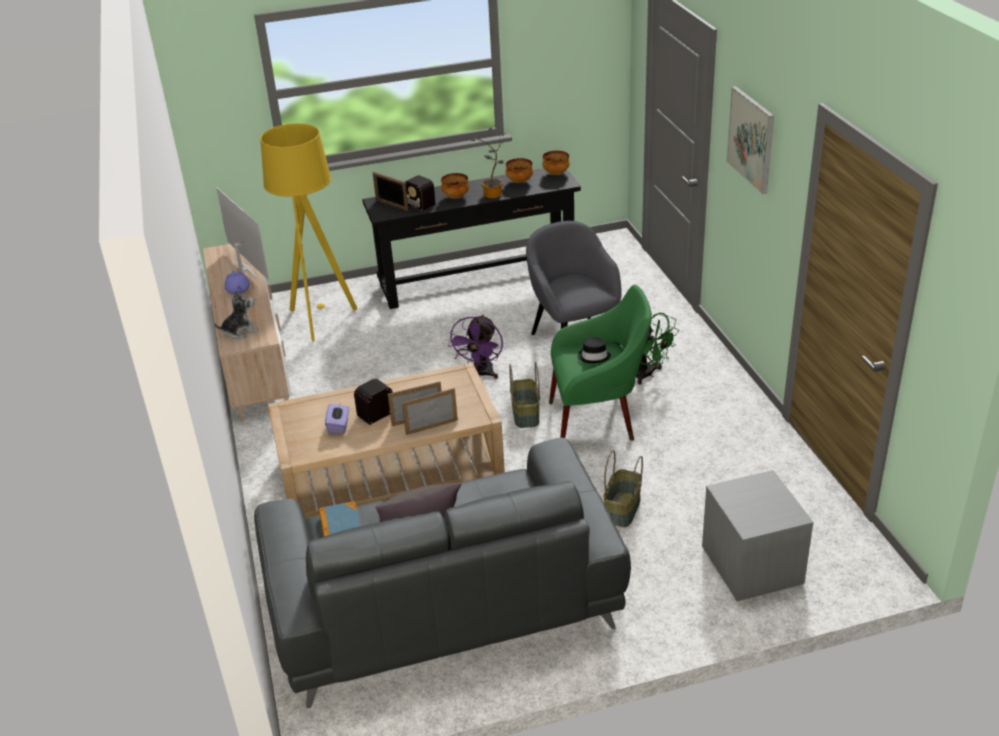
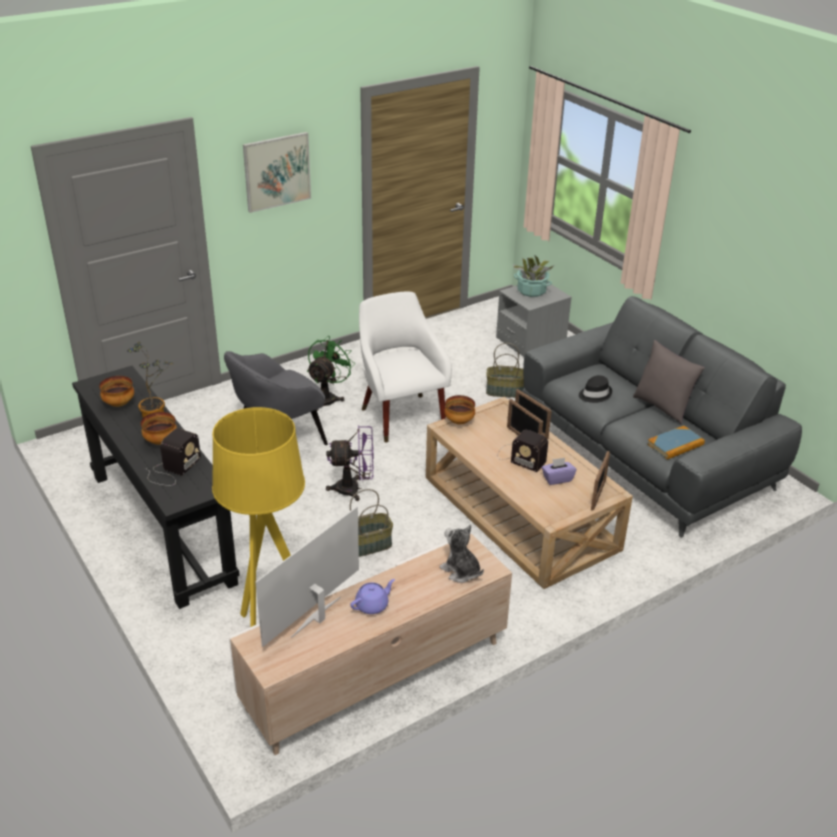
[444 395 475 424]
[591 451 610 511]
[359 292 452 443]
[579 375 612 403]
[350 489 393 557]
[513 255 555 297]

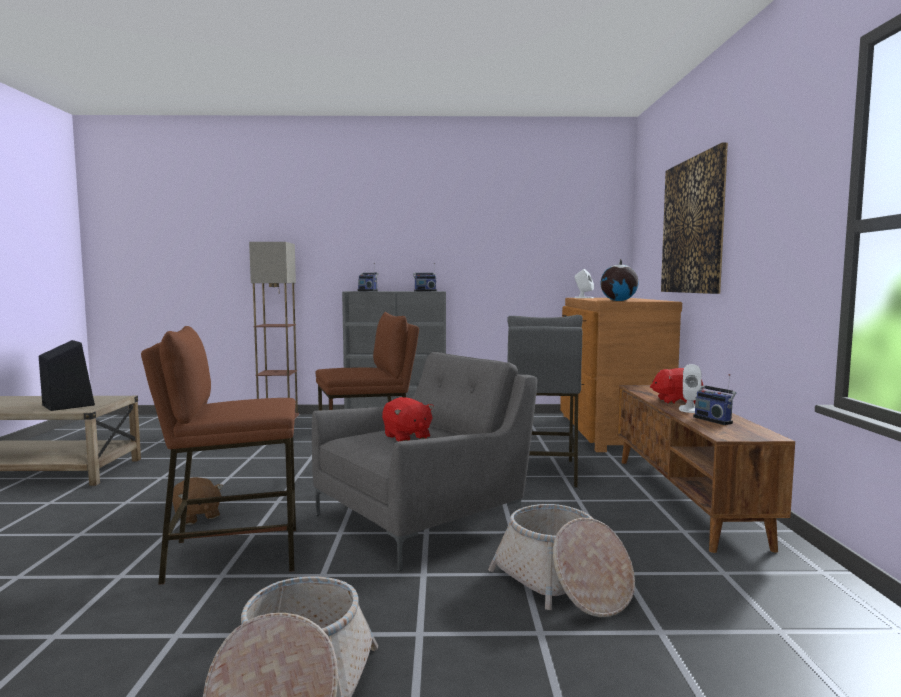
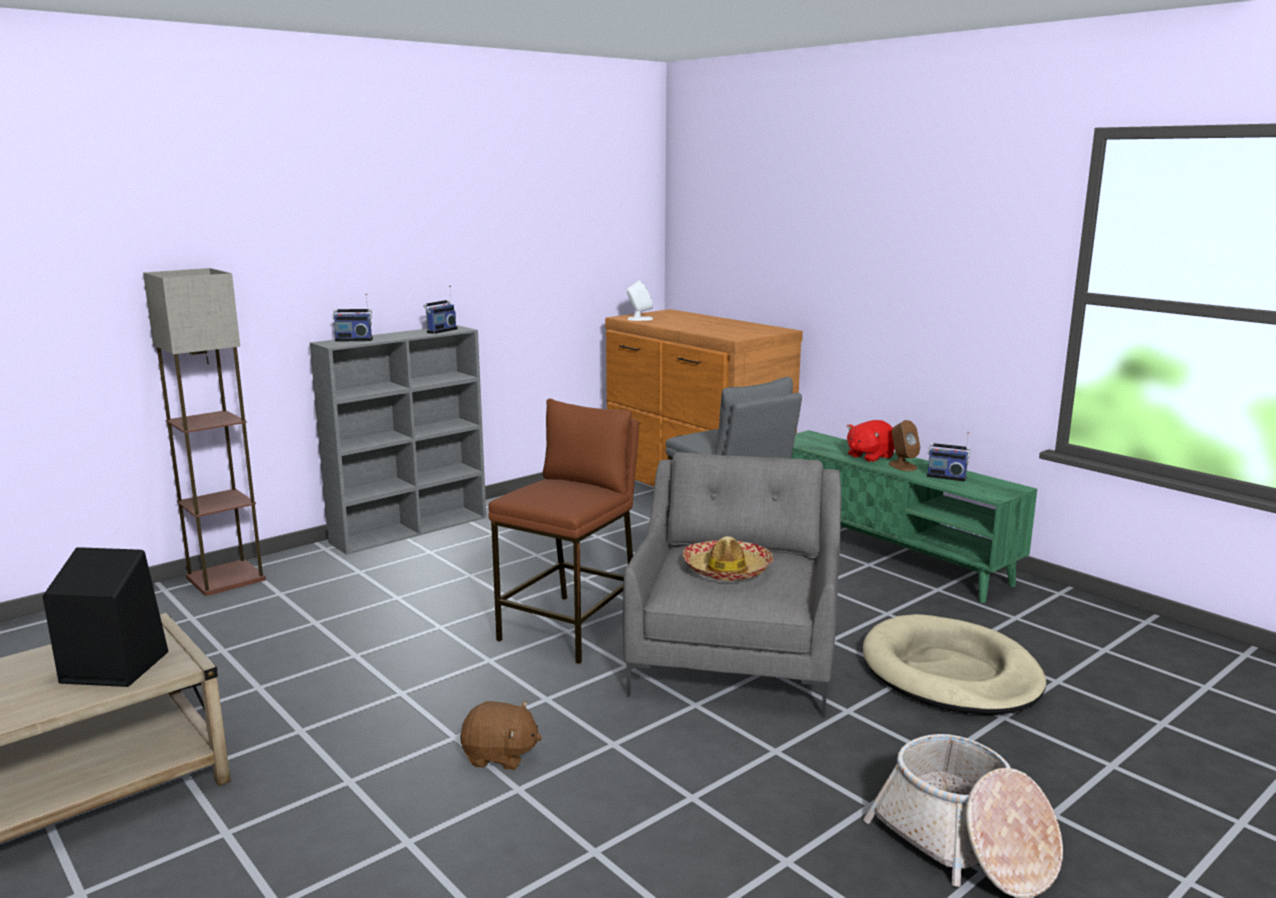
[661 142 728 294] (first image)
[601 259 638 301] (first image)
[141 326 296 585] (first image)
[889 420 920 471]
[791 430 1037 603]
[683 536 773 581]
[863 614 1046 715]

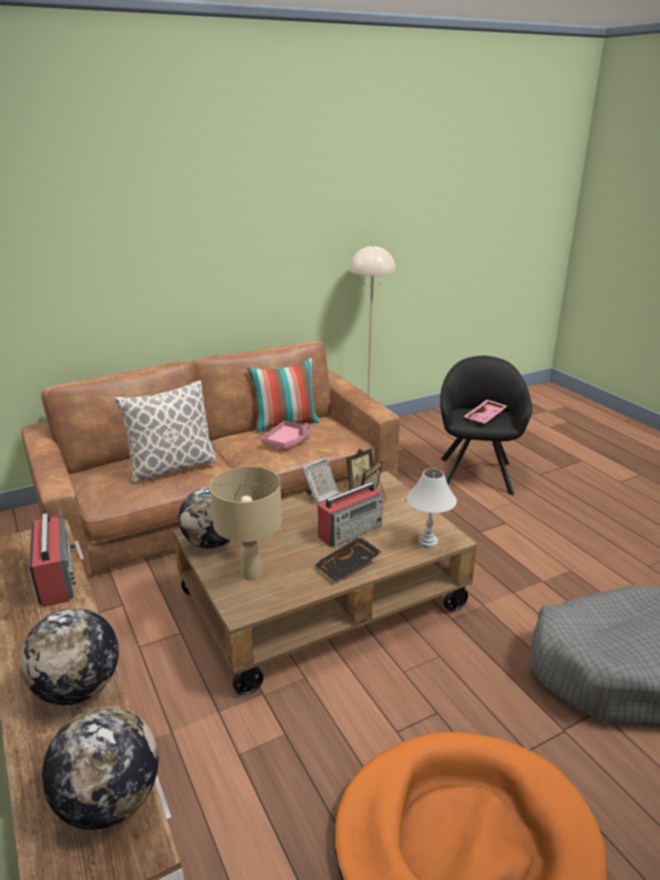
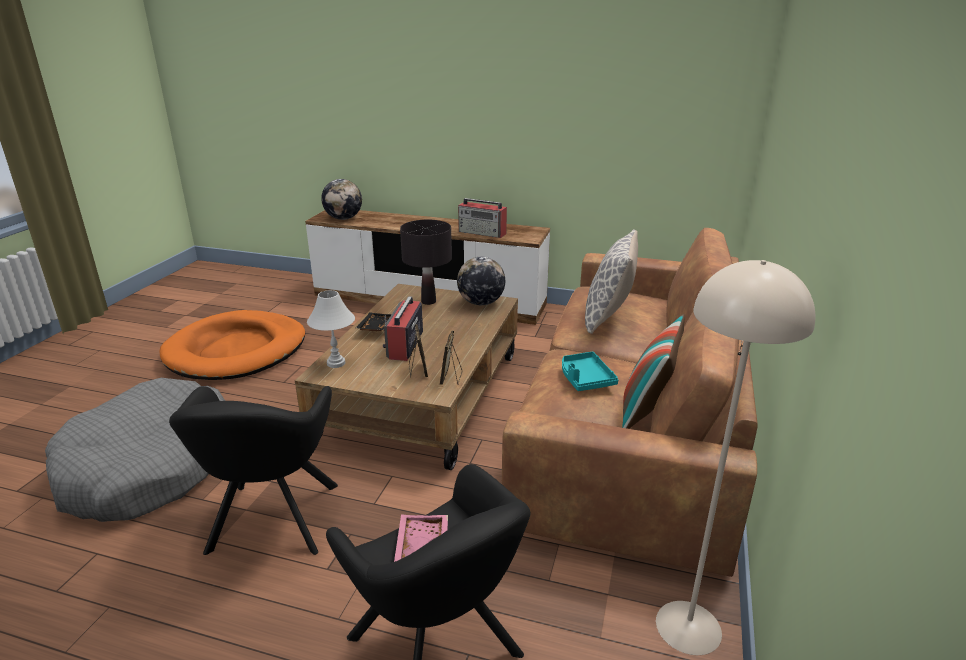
[562 352 619 391]
[302 458 339 504] (first image)
[400 220 452 305]
[20 608 119 705] (first image)
[169 386 338 555]

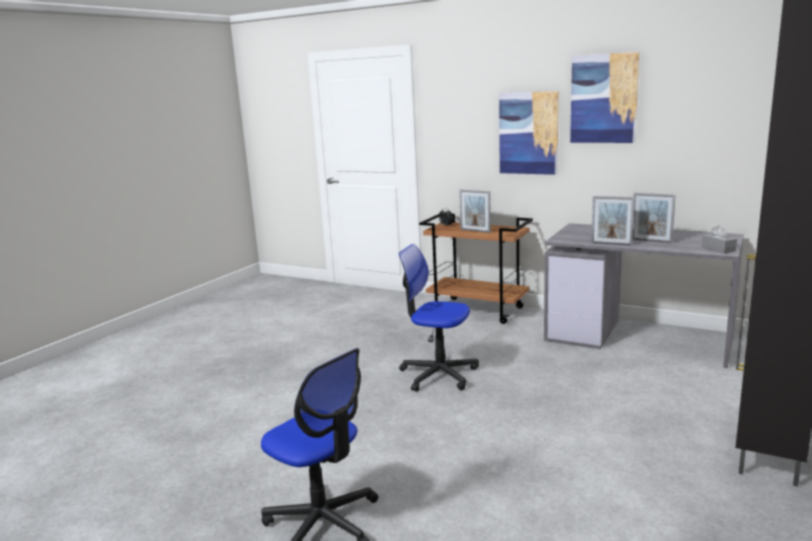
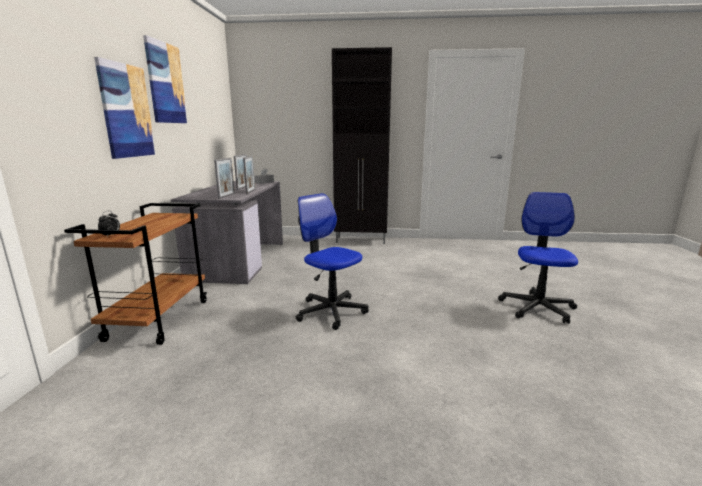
[214 158 235 199]
[295 193 369 330]

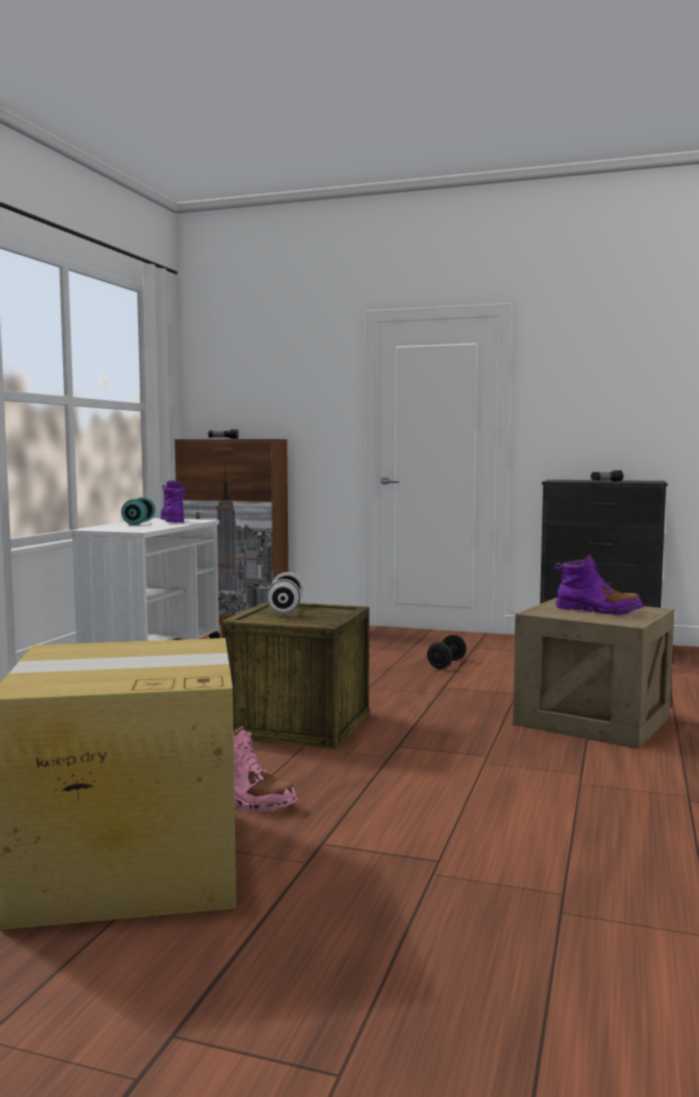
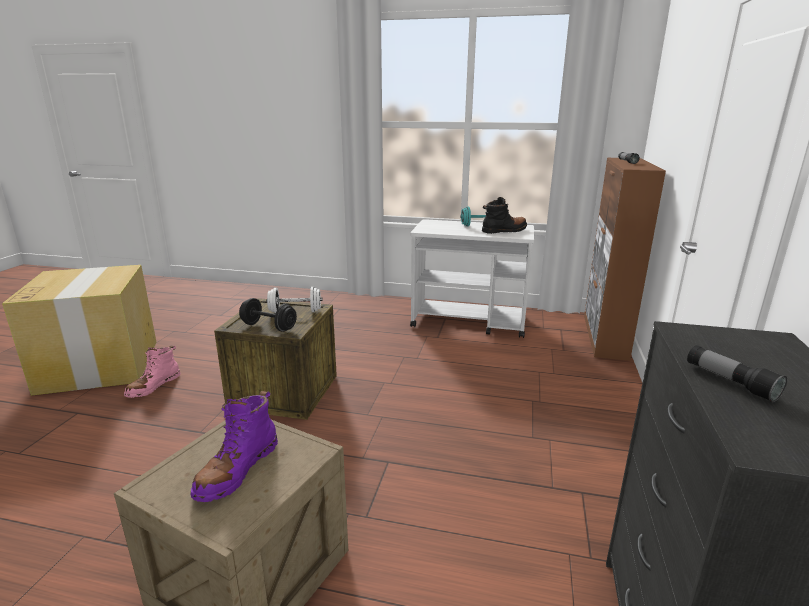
[482 197 527 234]
[239 298 297 332]

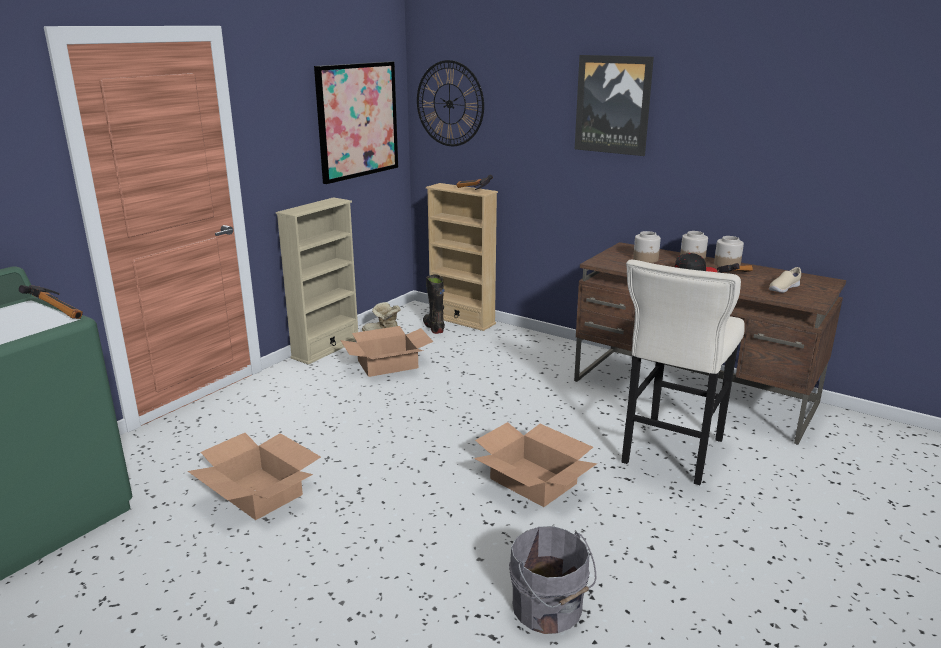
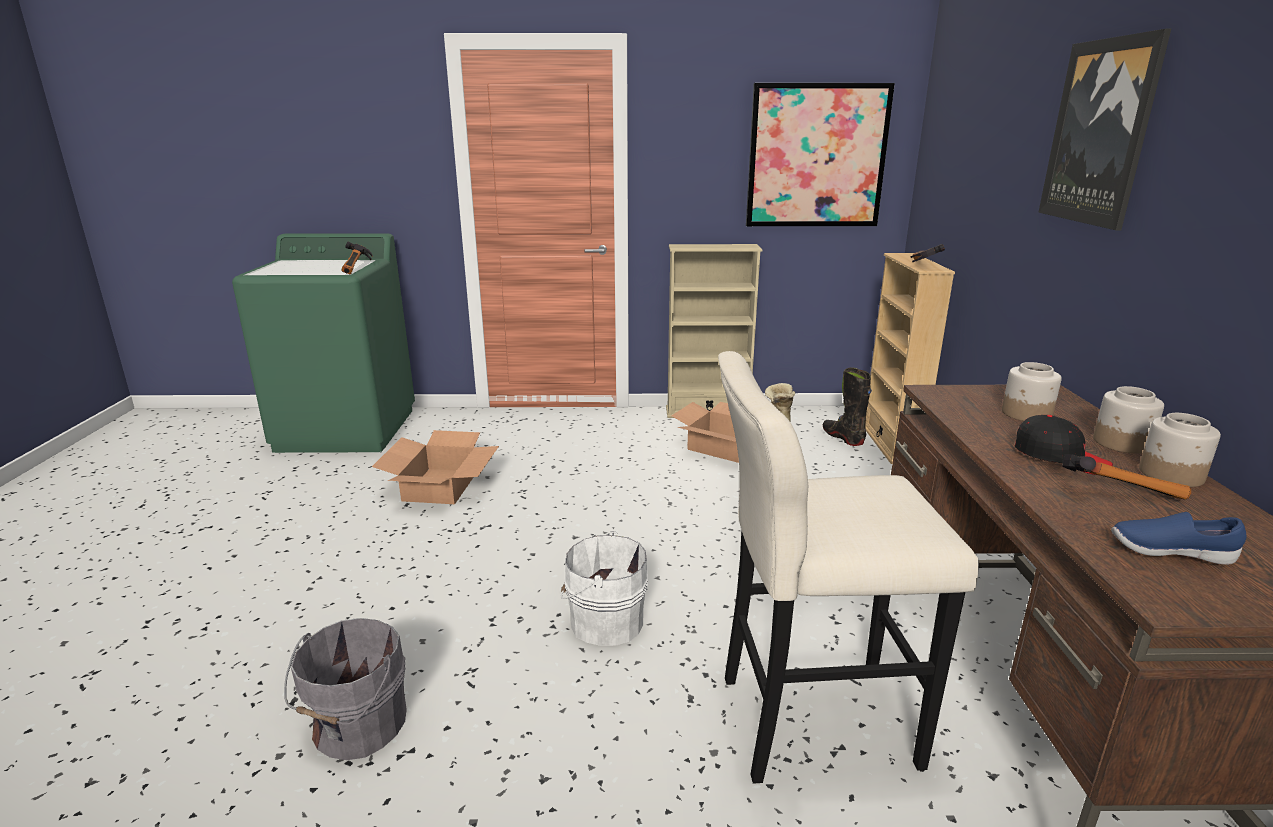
[417 60 484 146] (first image)
[1111 512 1247 565]
[823 367 872 446]
[561 531 648 646]

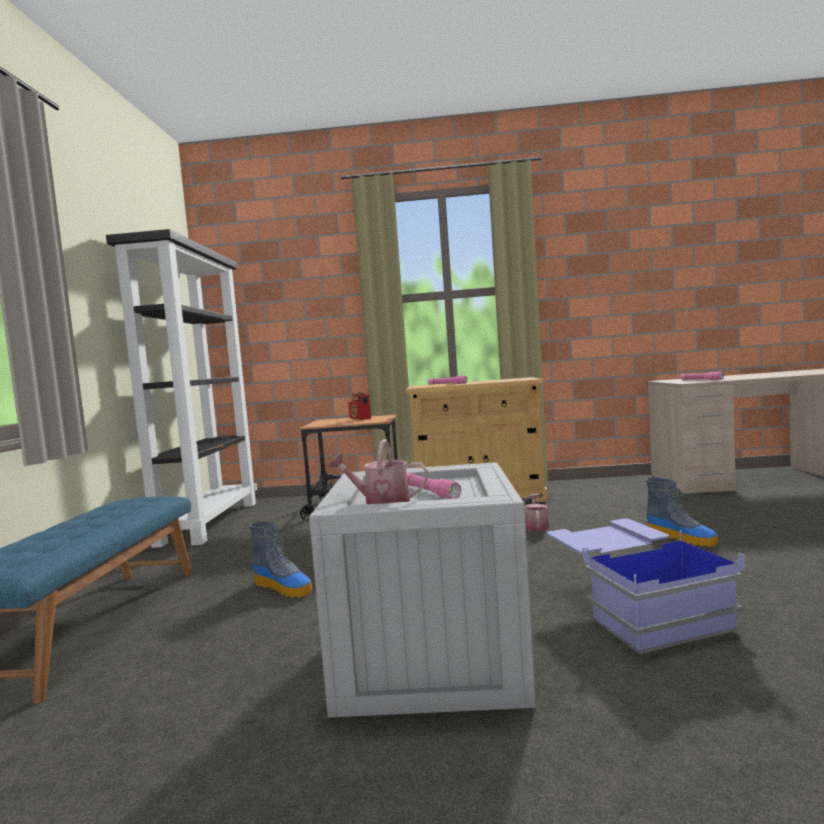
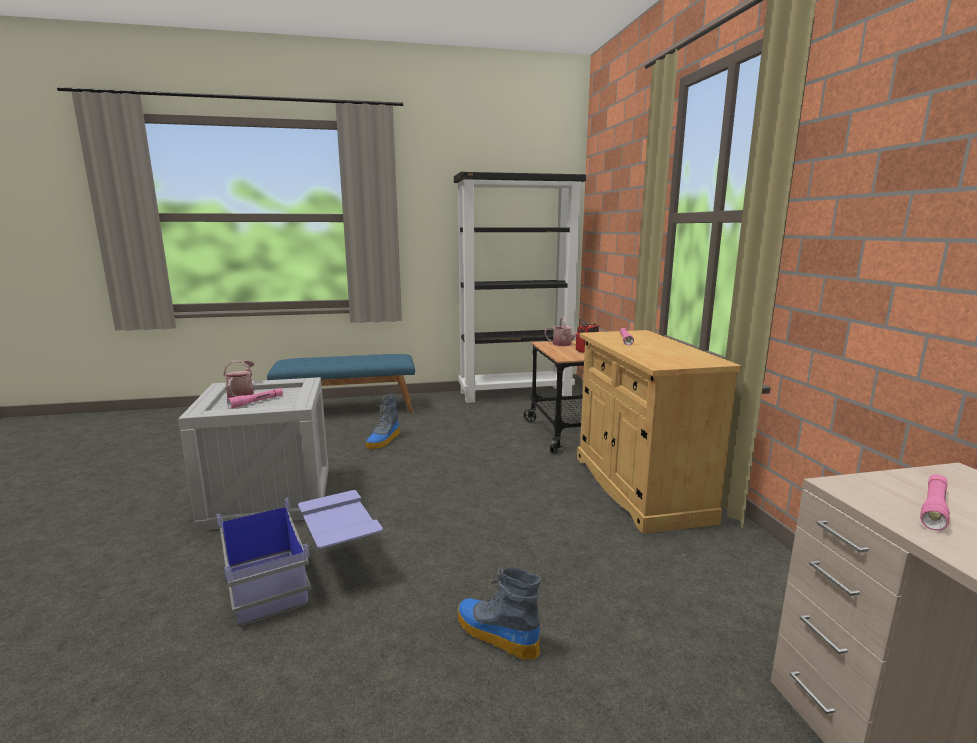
[458 566 541 660]
[544 317 584 346]

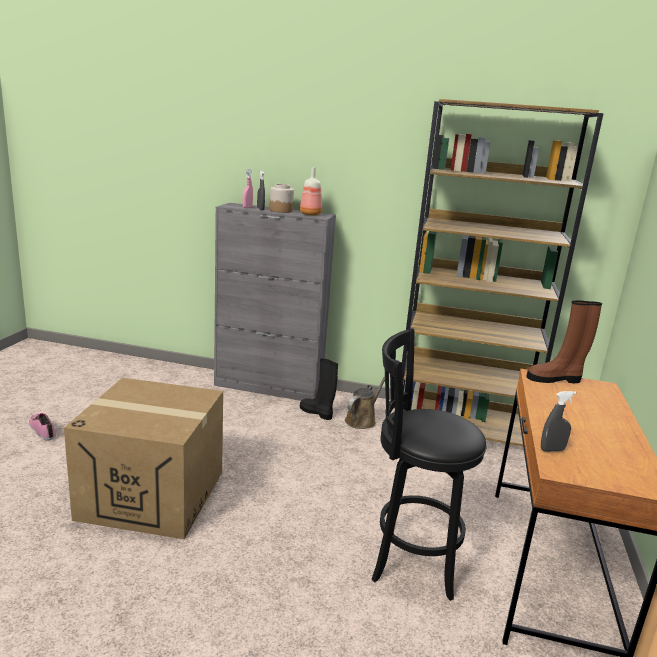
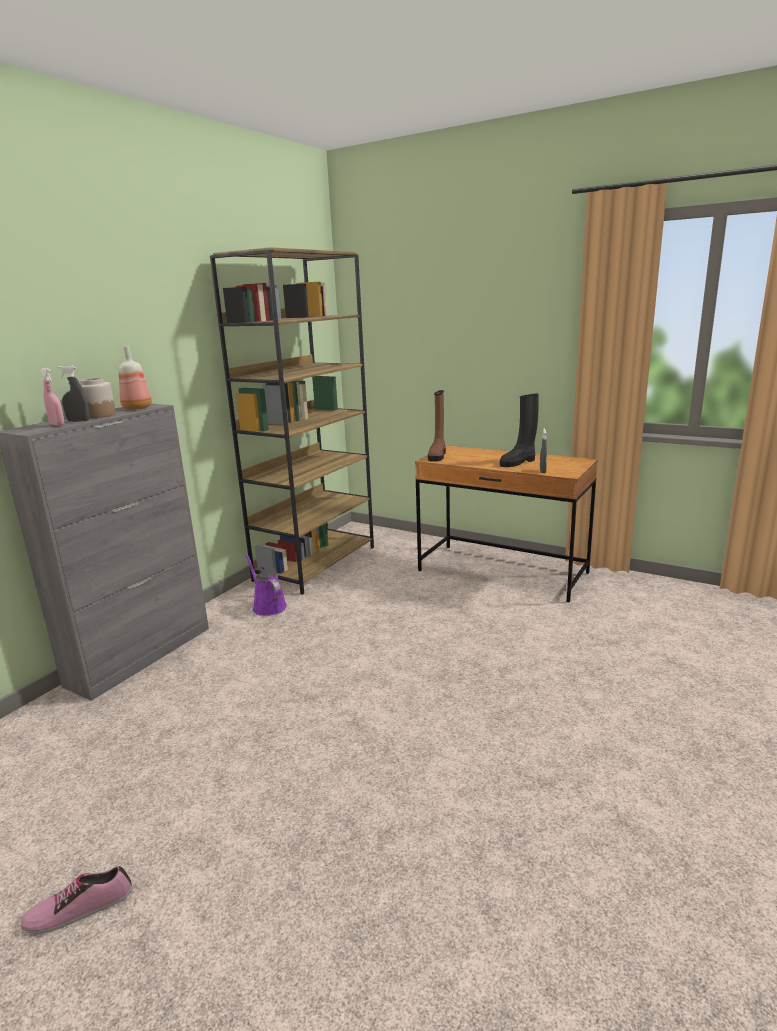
[372 328 486 601] (first image)
[500 394 539 467]
[245 553 287 616]
[64 378 223 539] (first image)

